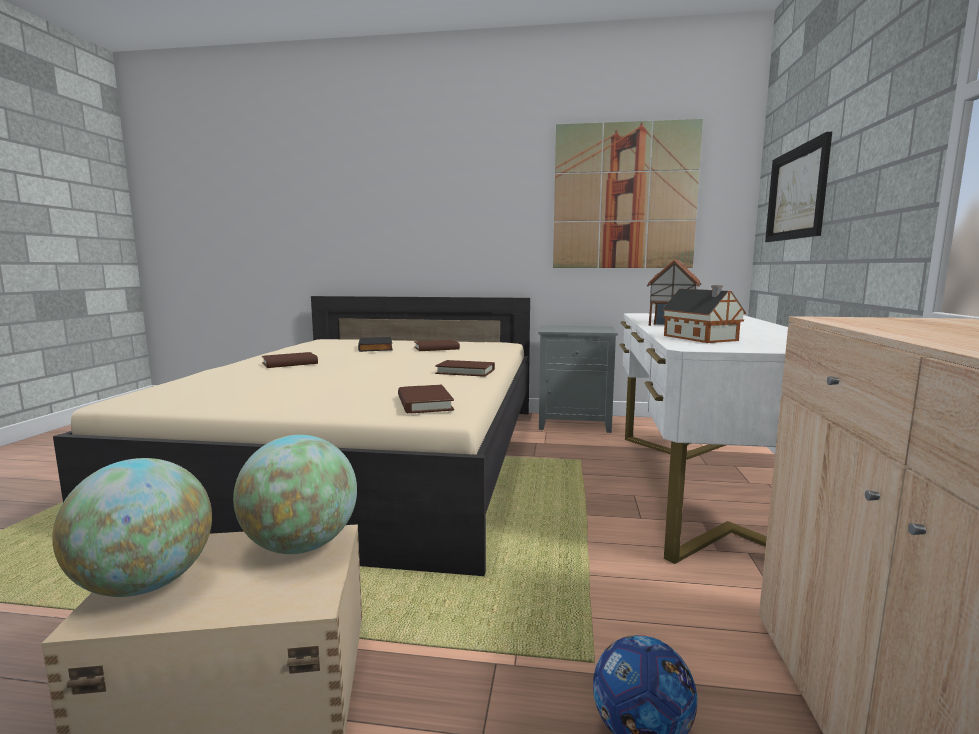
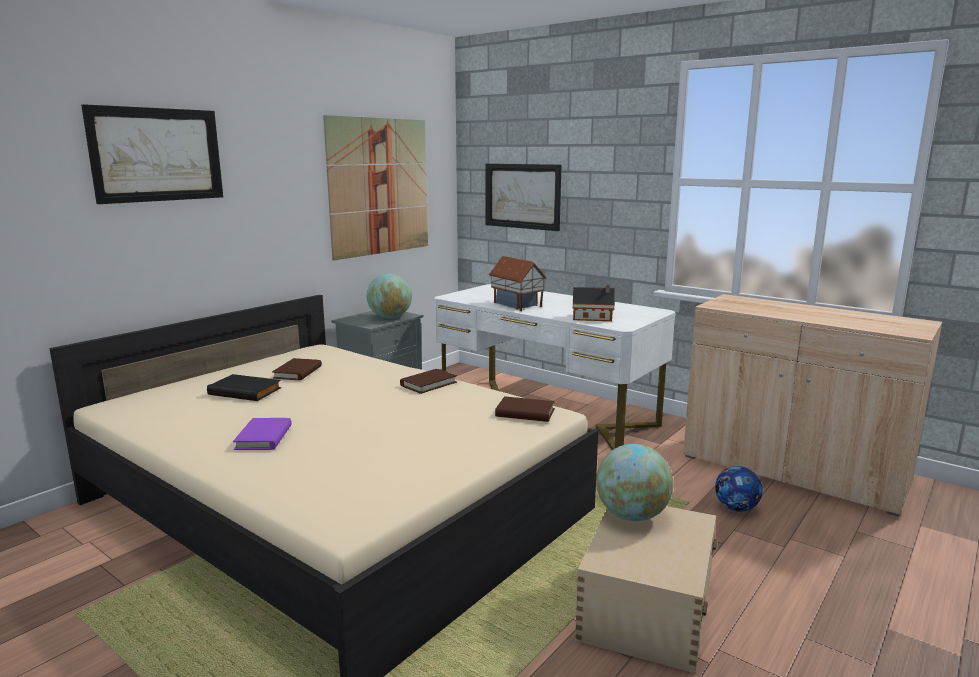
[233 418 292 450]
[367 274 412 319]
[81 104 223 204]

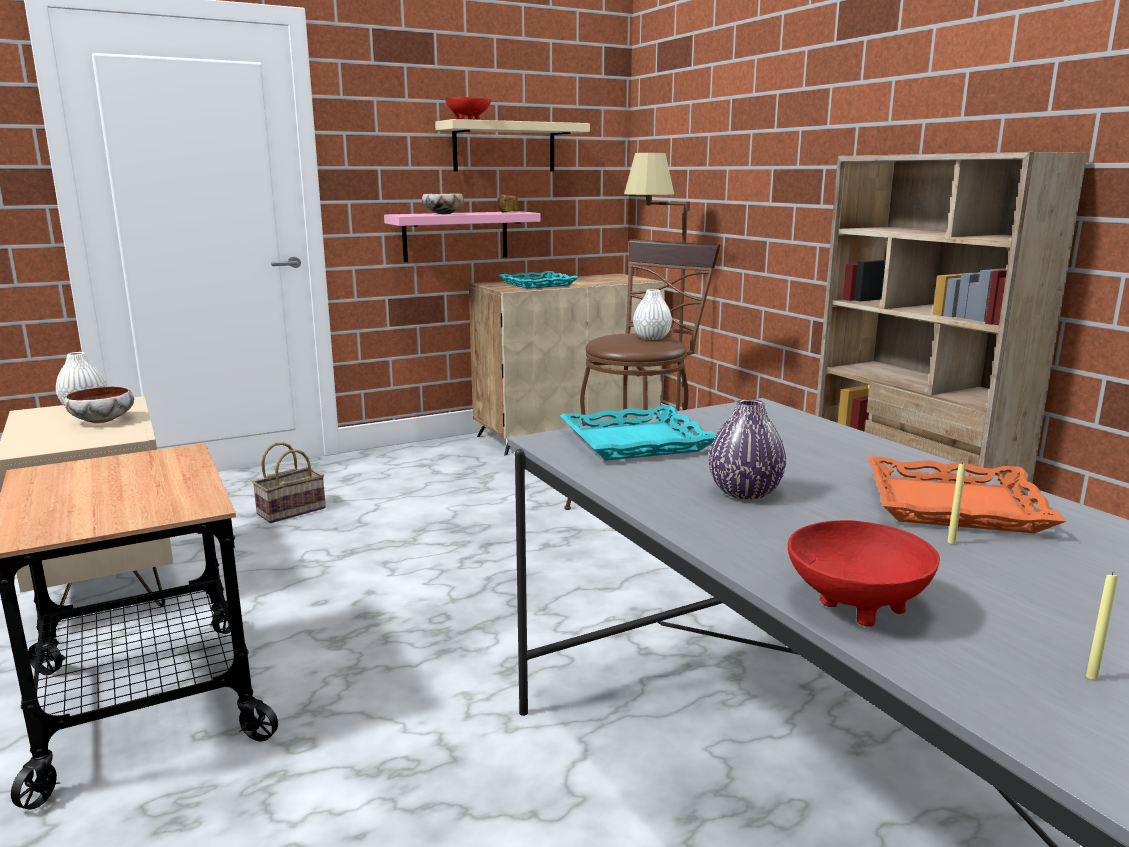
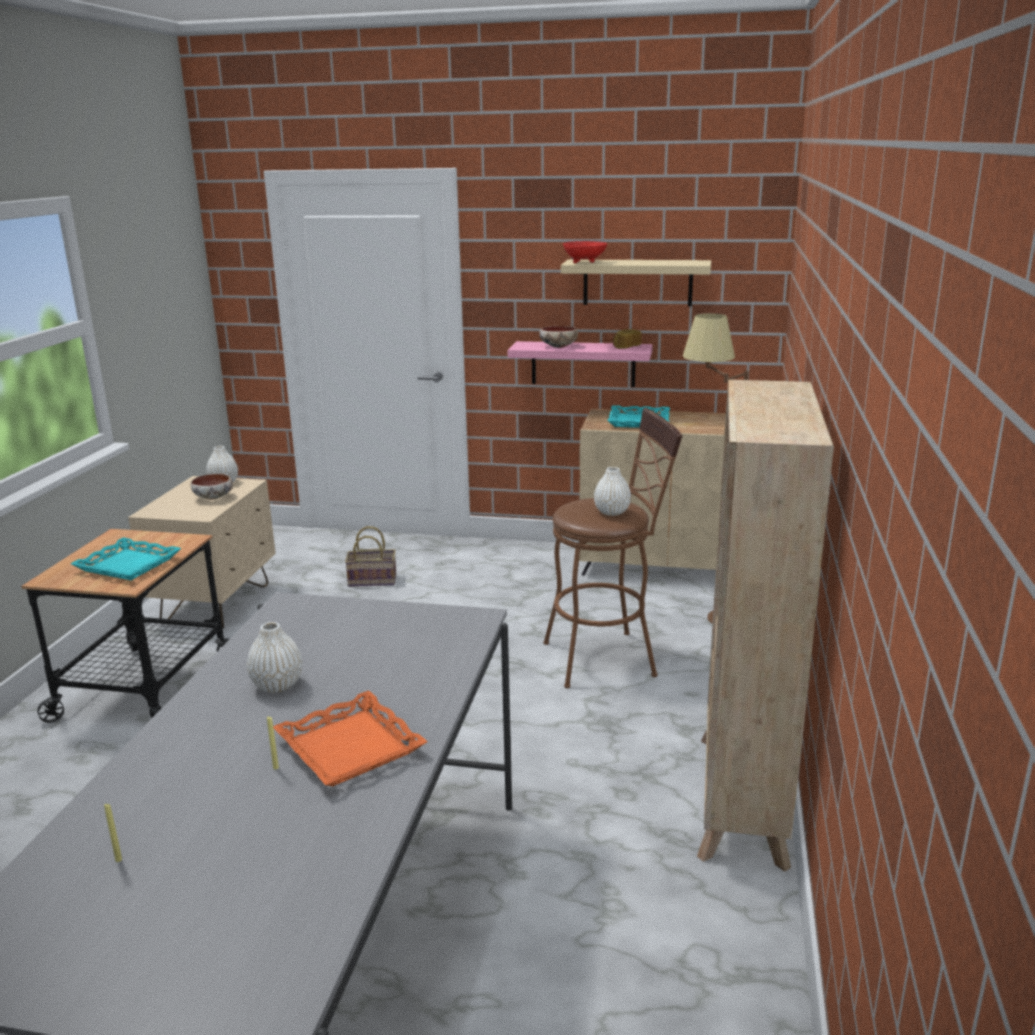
[247 622 302 693]
[71 537 181 580]
[788 520 940 627] (first image)

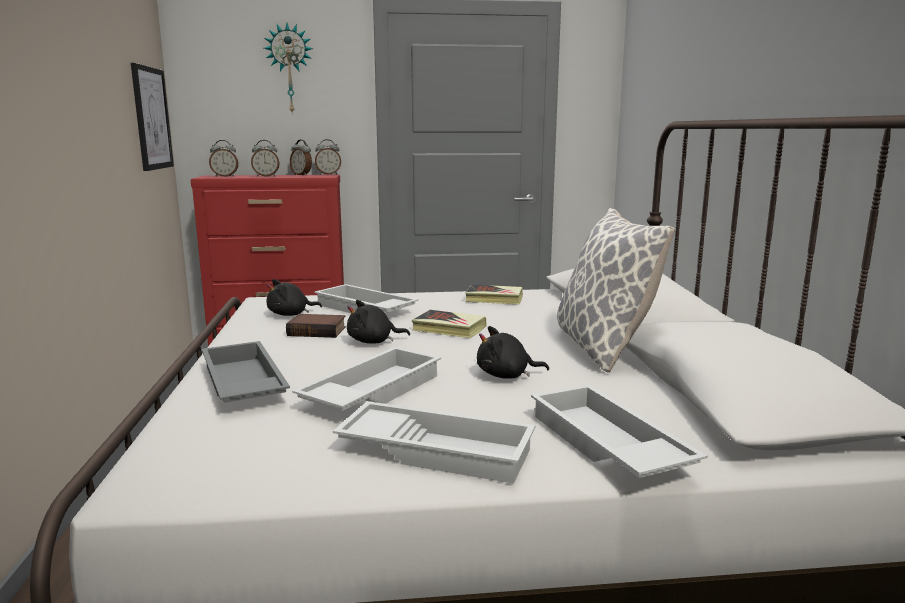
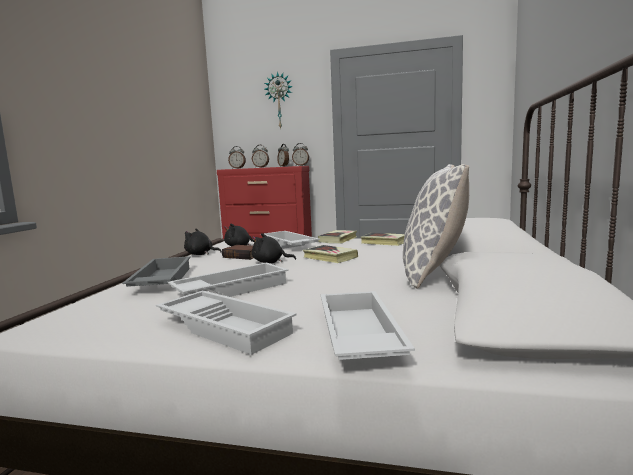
[131 63 174 171] (first image)
[184 229 222 255]
[318 230 357 244]

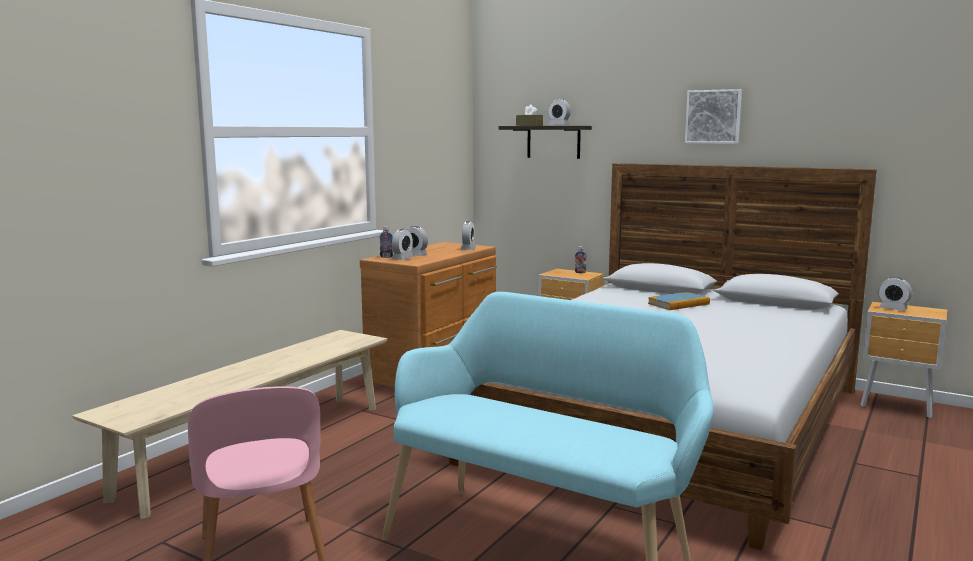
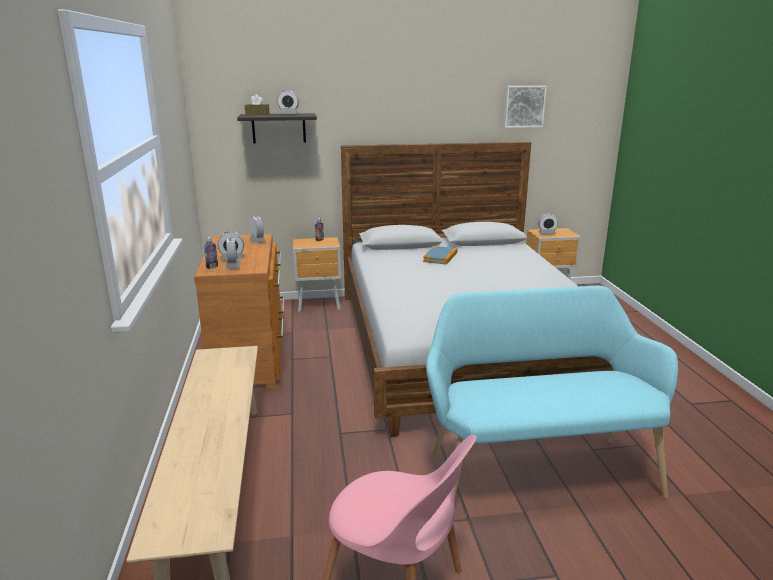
[504 86 547 128]

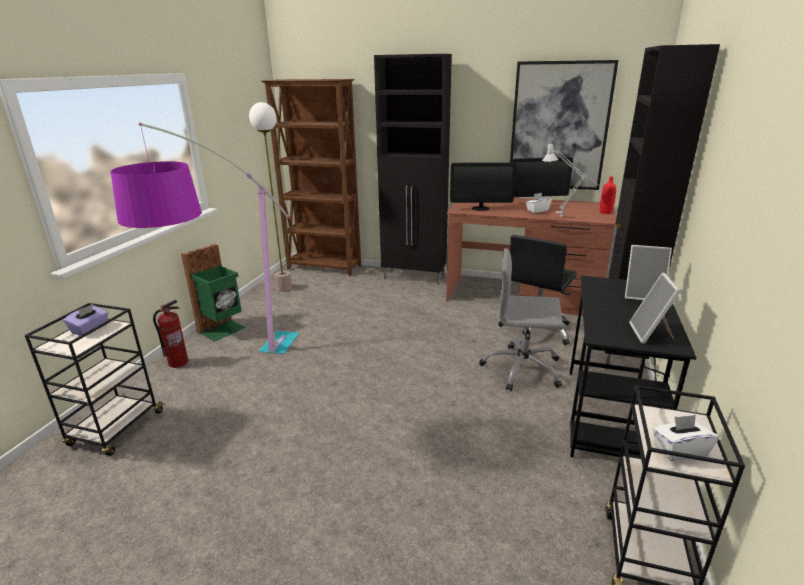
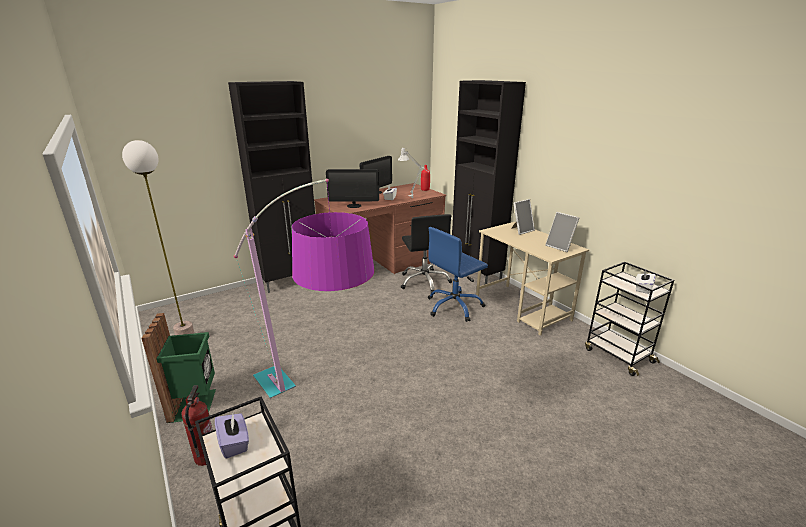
[510 60 619 190] (first image)
[261 79 361 276] (first image)
[326 169 379 208]
[428 227 488 322]
[476 222 589 336]

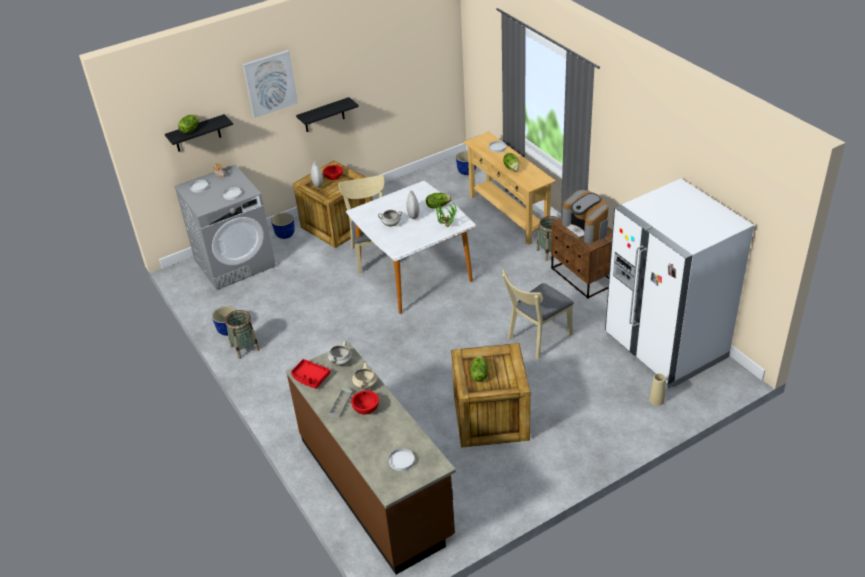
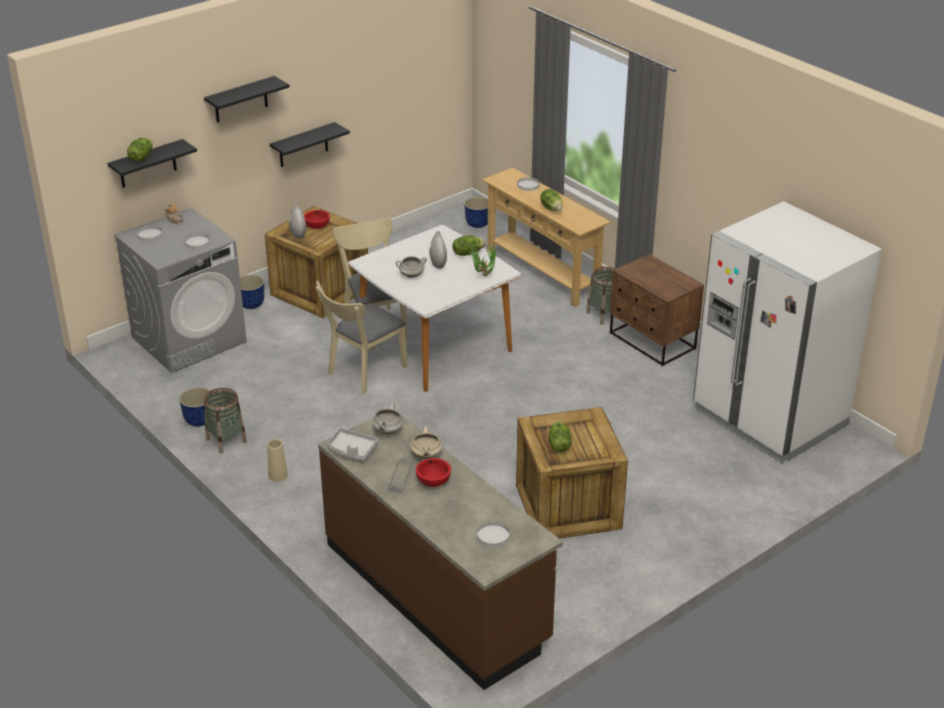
[204 76 289 123]
[562 190 608 244] (first image)
[316 281 407 393]
[328 428 379 461]
[267 439 288 482]

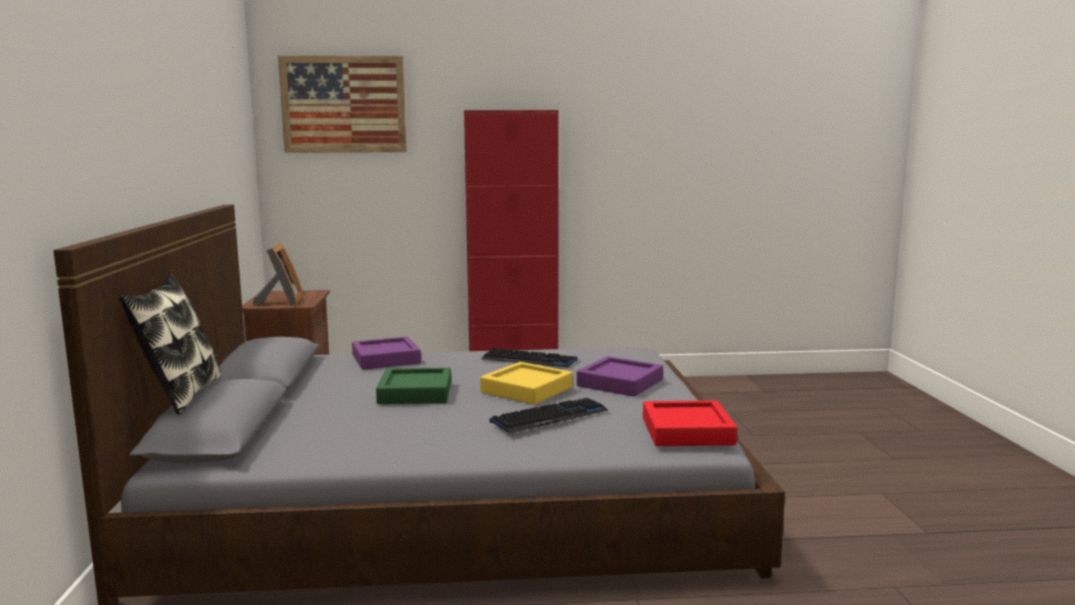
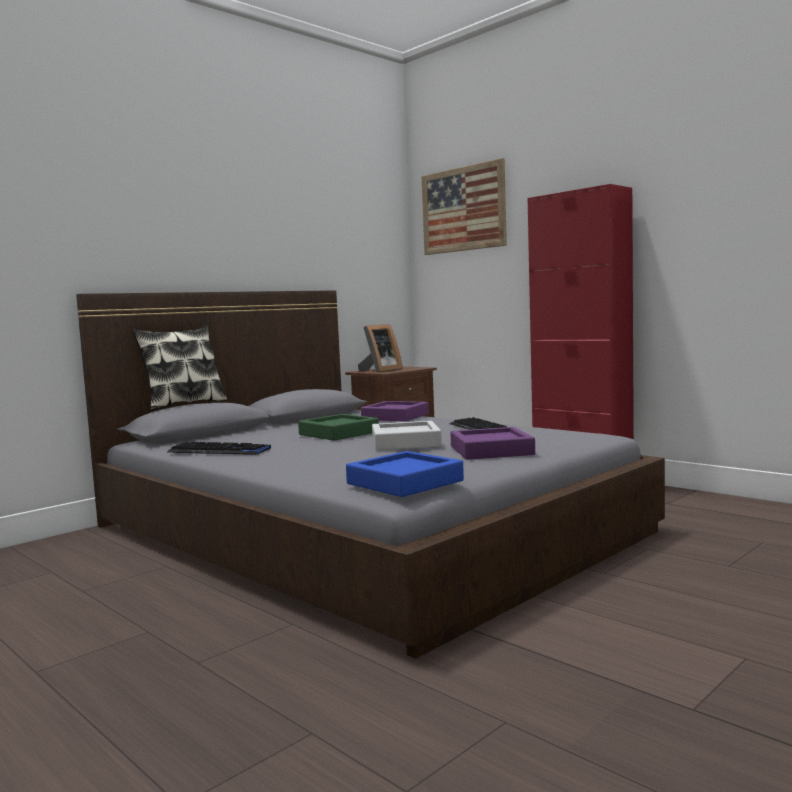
[372 421 442 450]
[167 442 271 455]
[346 451 464 497]

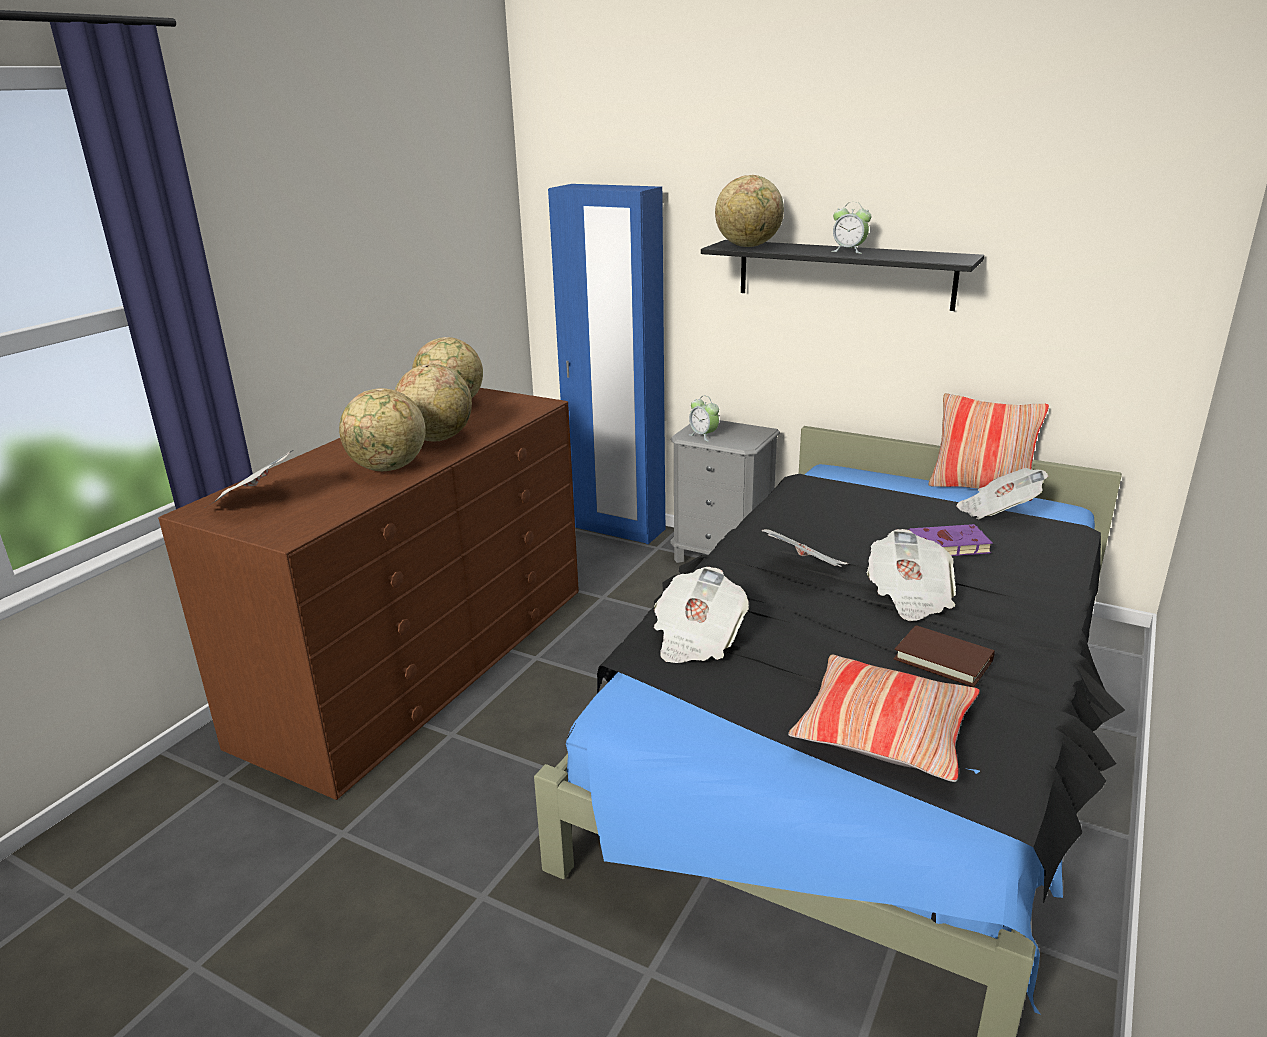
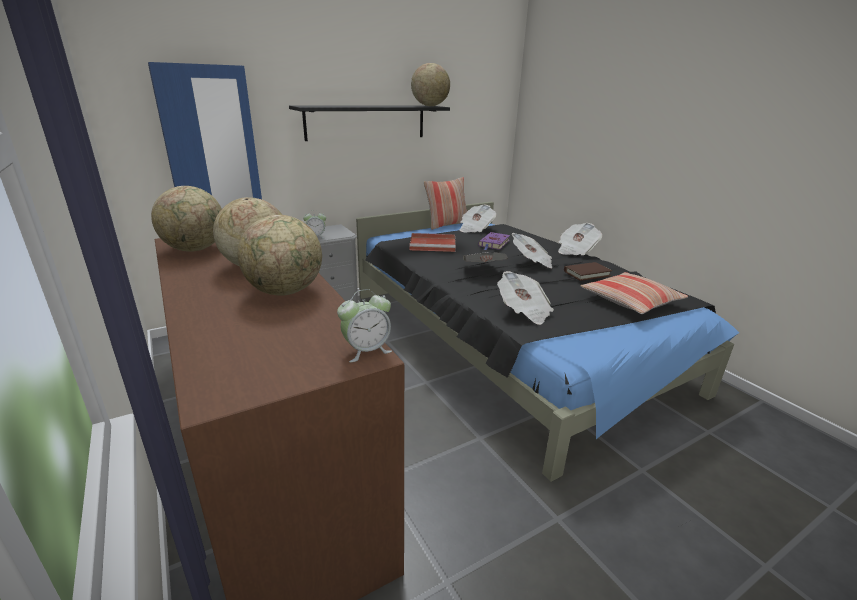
[411 63 450 106]
[337 289 392 362]
[558 223 602 255]
[410 233 456 252]

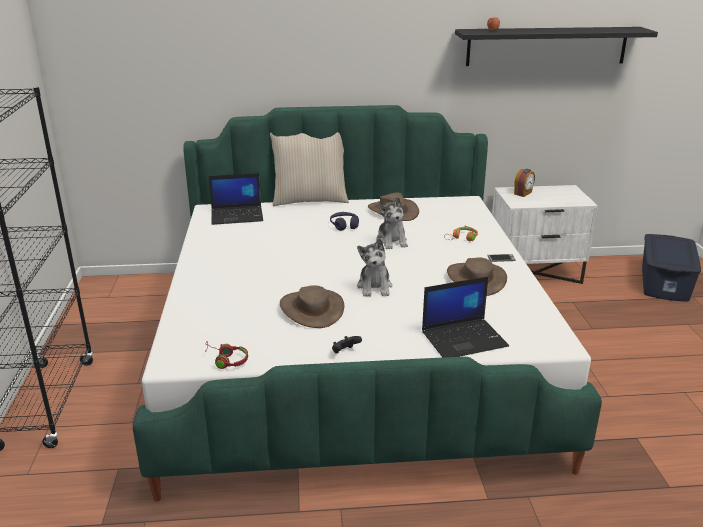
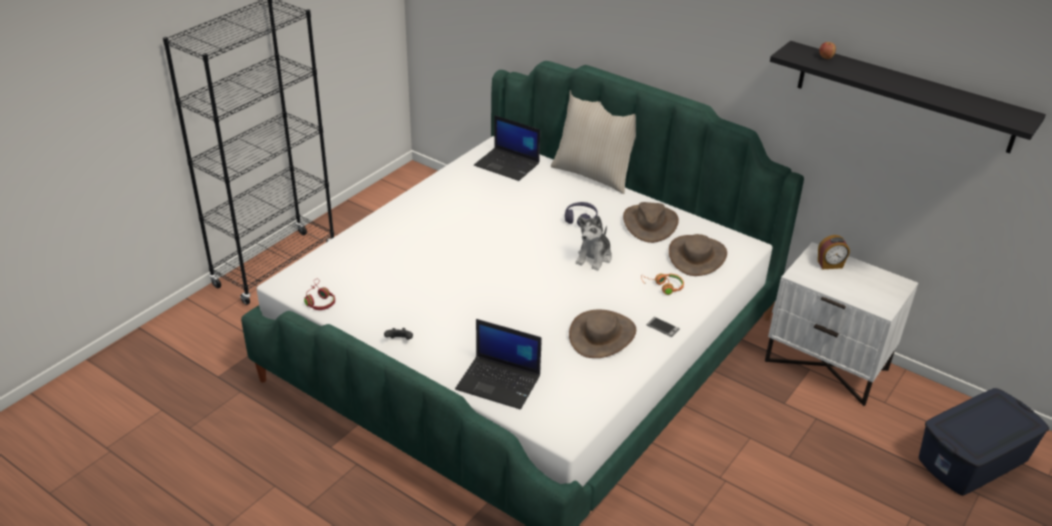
[357 238 392 297] (first image)
[669 234 727 276]

